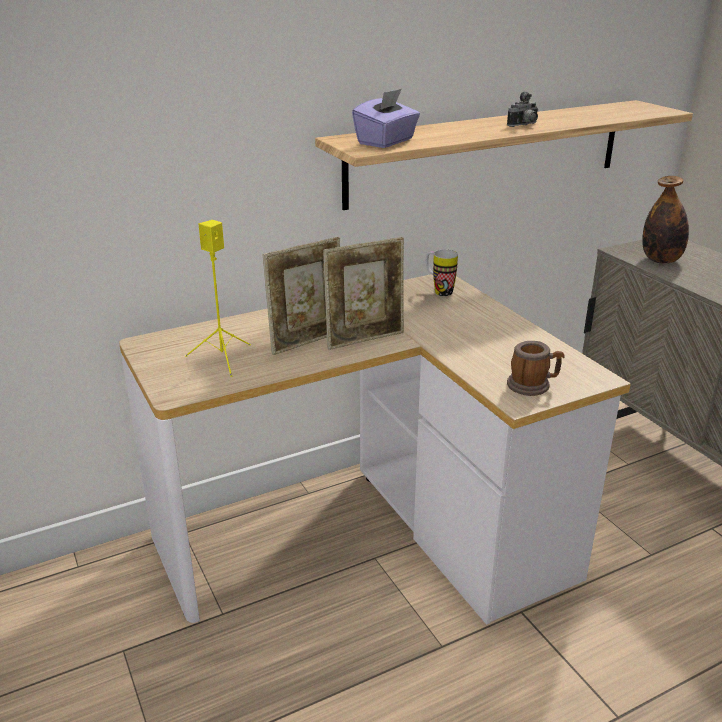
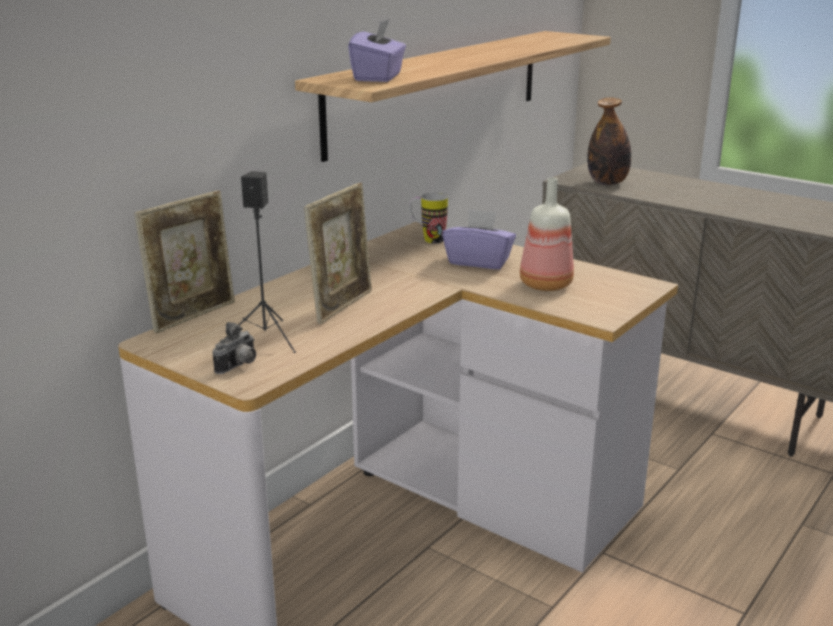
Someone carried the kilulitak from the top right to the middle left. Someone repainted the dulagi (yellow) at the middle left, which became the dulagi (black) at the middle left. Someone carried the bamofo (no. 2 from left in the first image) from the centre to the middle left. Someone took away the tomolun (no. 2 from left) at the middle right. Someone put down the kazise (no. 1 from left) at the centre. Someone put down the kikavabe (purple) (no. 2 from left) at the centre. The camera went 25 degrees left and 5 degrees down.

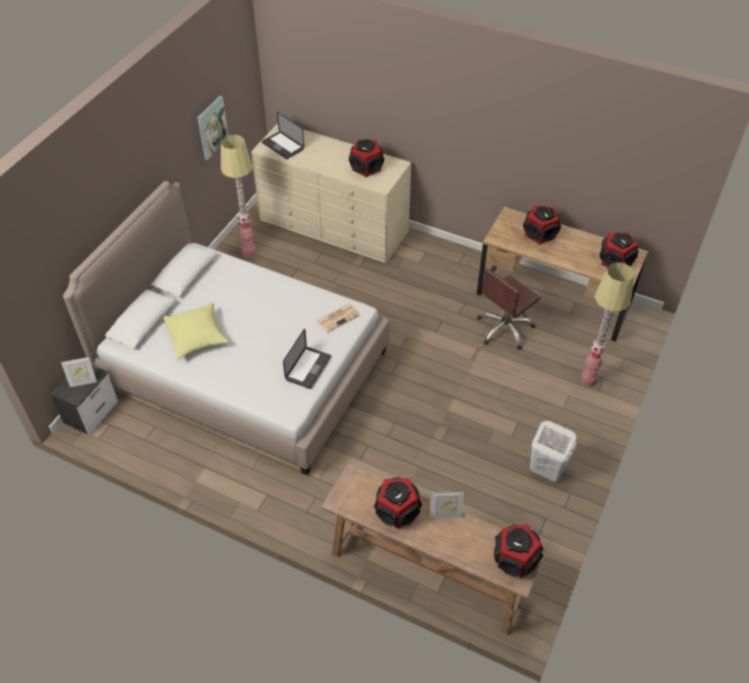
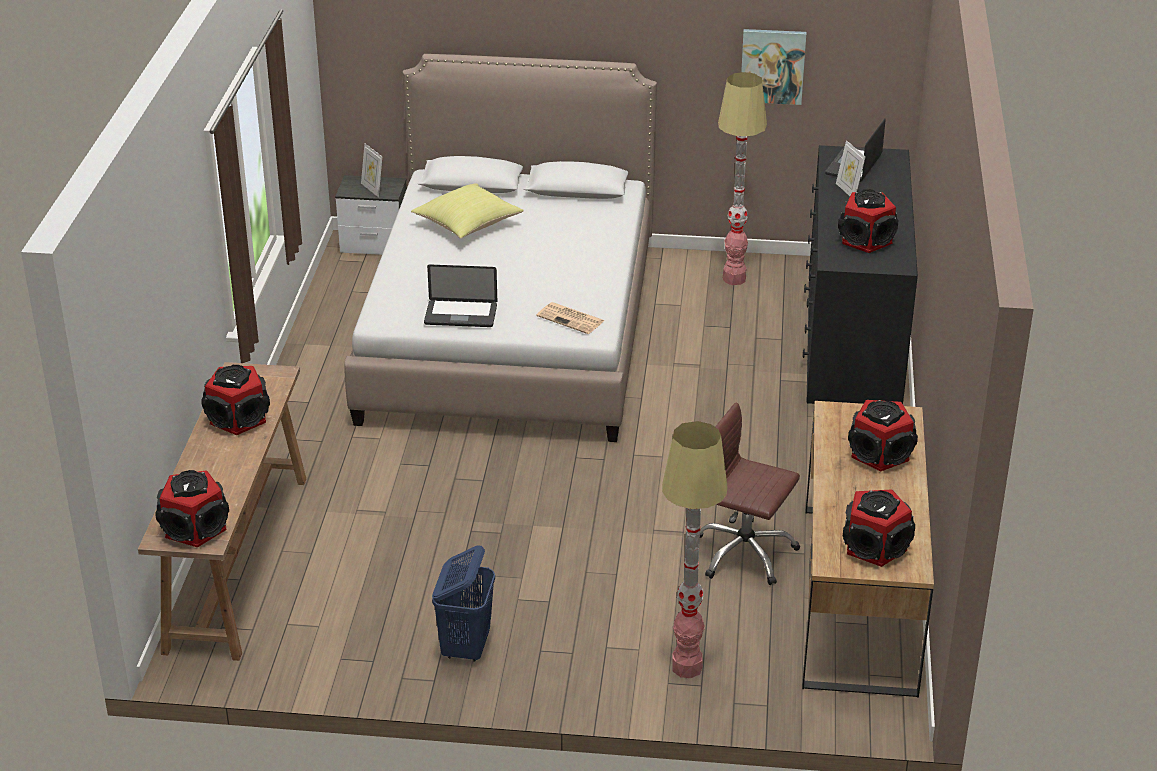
Someone repainted the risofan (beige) at the top centre, which became the risofan (black) at the middle right. Someone repainted the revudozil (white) at the middle right, which became the revudozil (blue) at the bottom centre. Someone carried the bamofo (no. 2 from left) from the bottom centre to the top right. The camera went 70 degrees right and 15 degrees down.

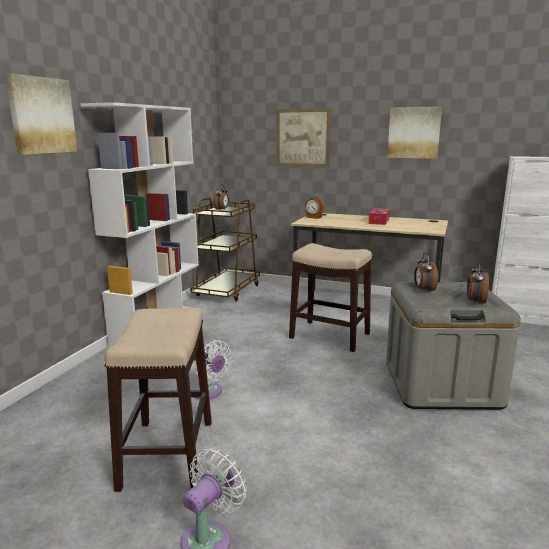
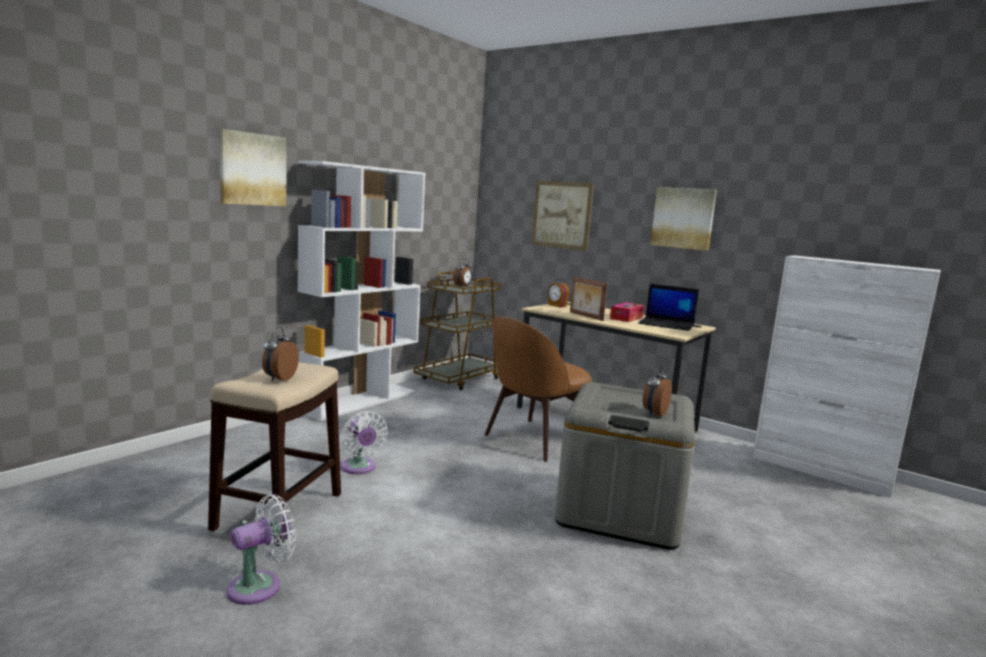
Someone swapped the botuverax (no. 2 from left) at the centre for the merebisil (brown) at the centre. Someone carried the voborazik (no. 3 from left in the first image) from the middle right to the middle left. Someone put down the bamofo at the centre. Someone put down the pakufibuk at the middle right. The camera went 15 degrees right and 5 degrees down.

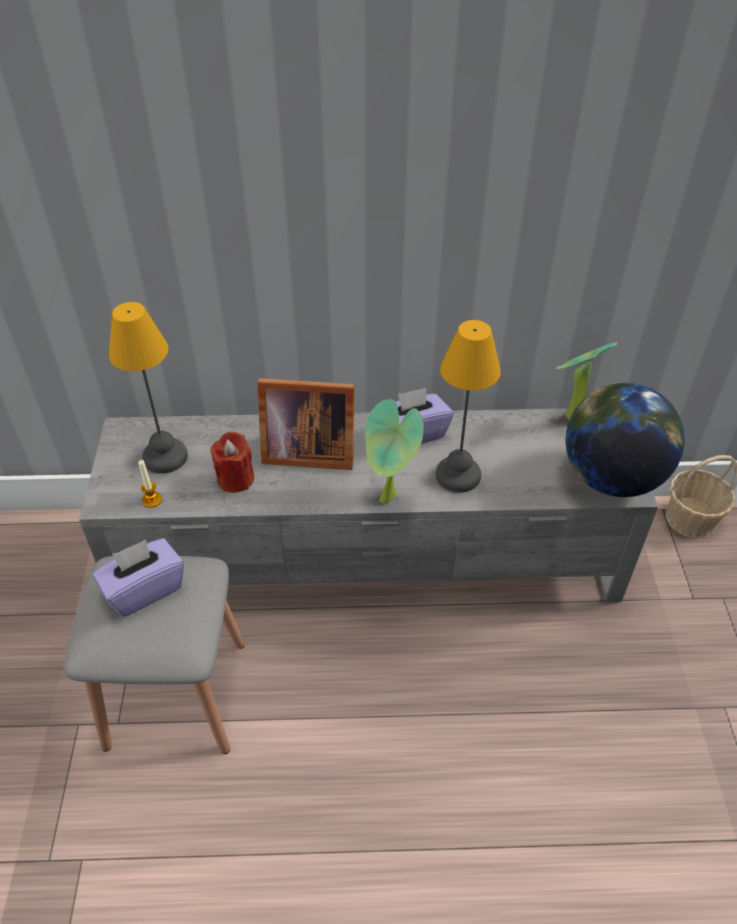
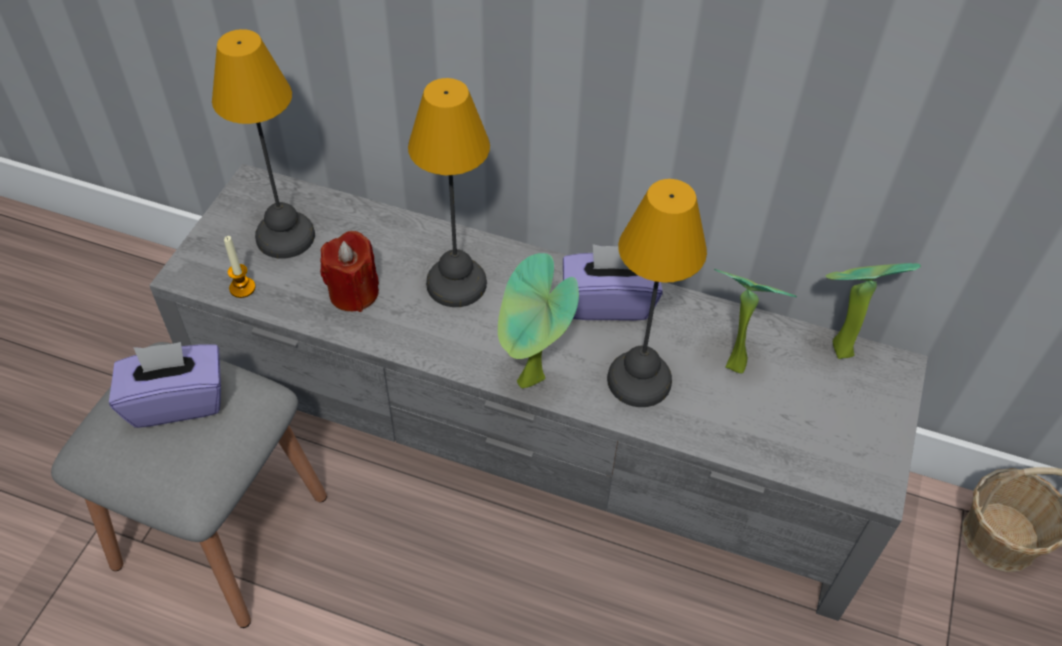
Someone swapped the bamofo at the centre for the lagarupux (no. 2 from left) at the top centre. Someone took away the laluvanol at the middle right. Someone put down the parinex (no. 2 from left) at the middle right. The camera went 20 degrees right and 5 degrees up.

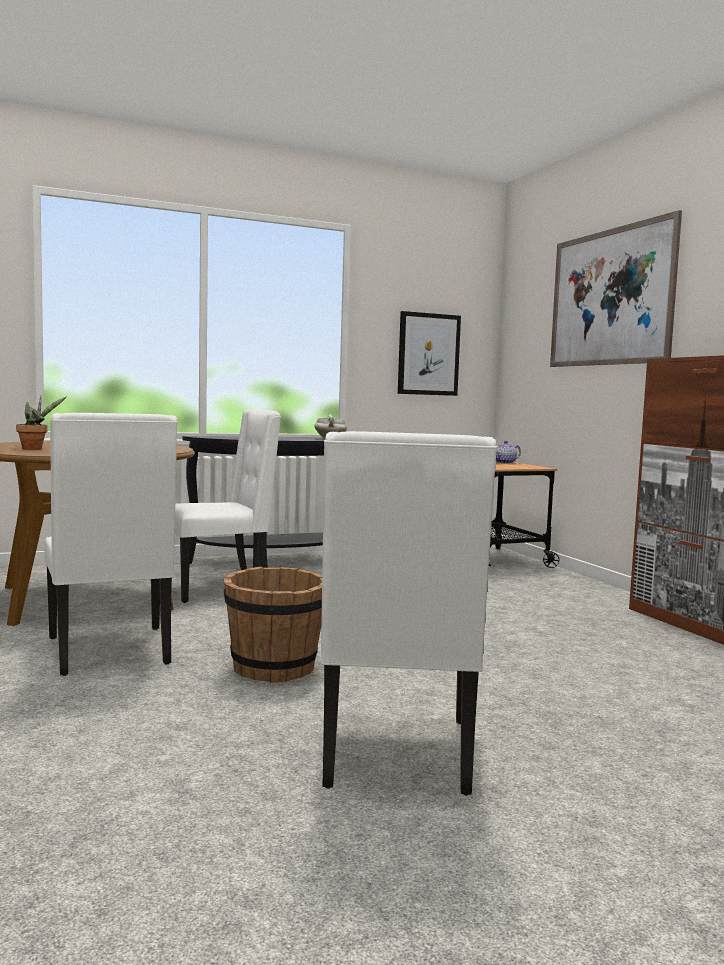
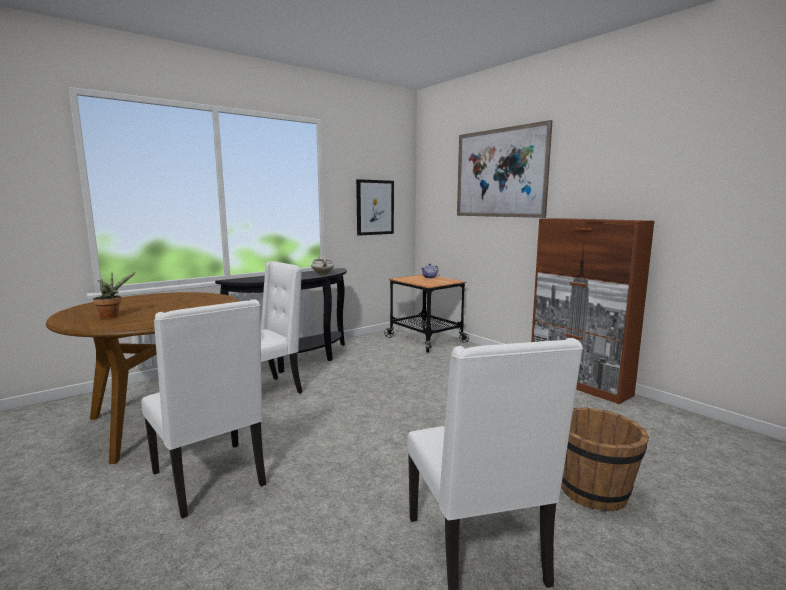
Someone carried the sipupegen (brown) from the centre to the bottom right. The camera went 15 degrees left and 5 degrees up.

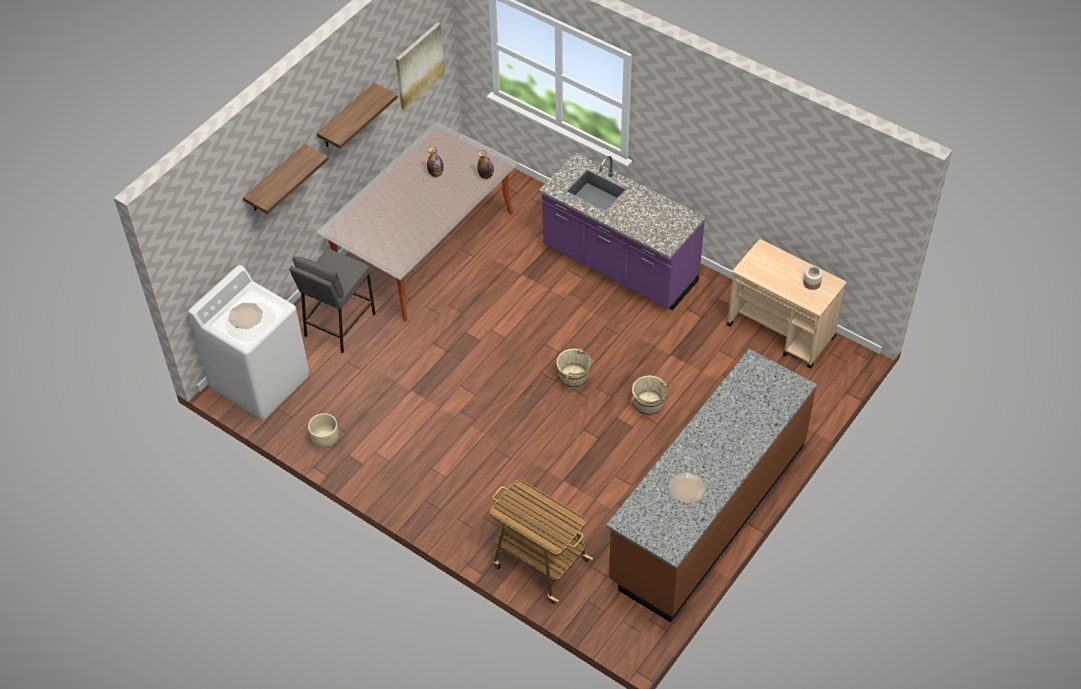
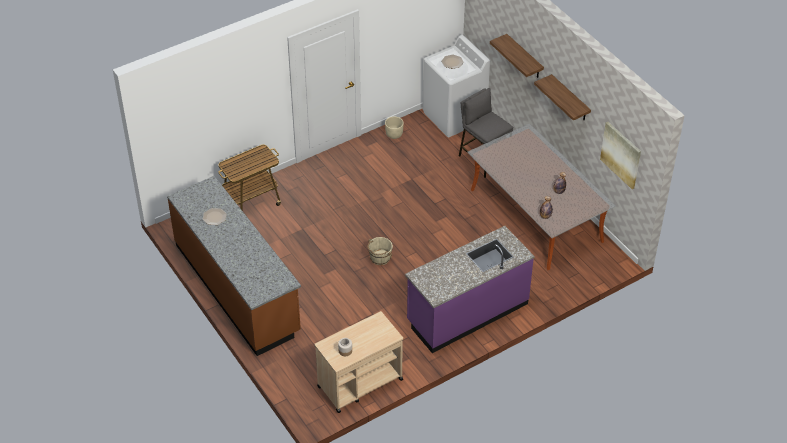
Someone took away the sipupegen (beige) (no. 2 from left) at the centre. The camera went 110 degrees right and 5 degrees down.

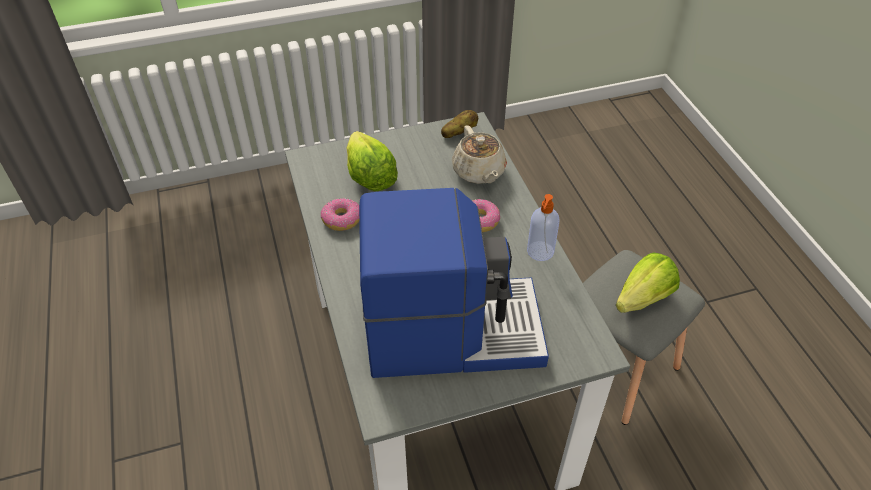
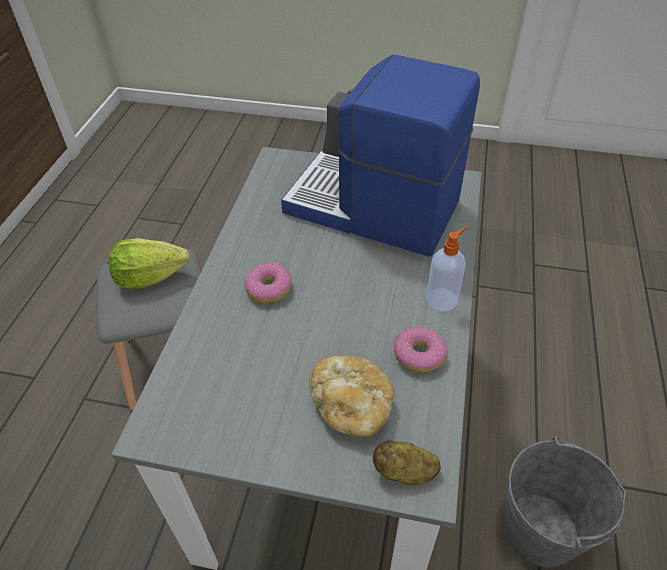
Someone carried the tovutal from the top centre to the bottom centre. Someone took away the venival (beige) at the top centre. Someone swapped the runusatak (no. 1 from left) at the top centre for the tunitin at the bottom centre. Someone carried the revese from the centre to the middle right. Someone put down the sipupegen (grey) at the bottom right. The camera went 150 degrees left and 0 degrees up.

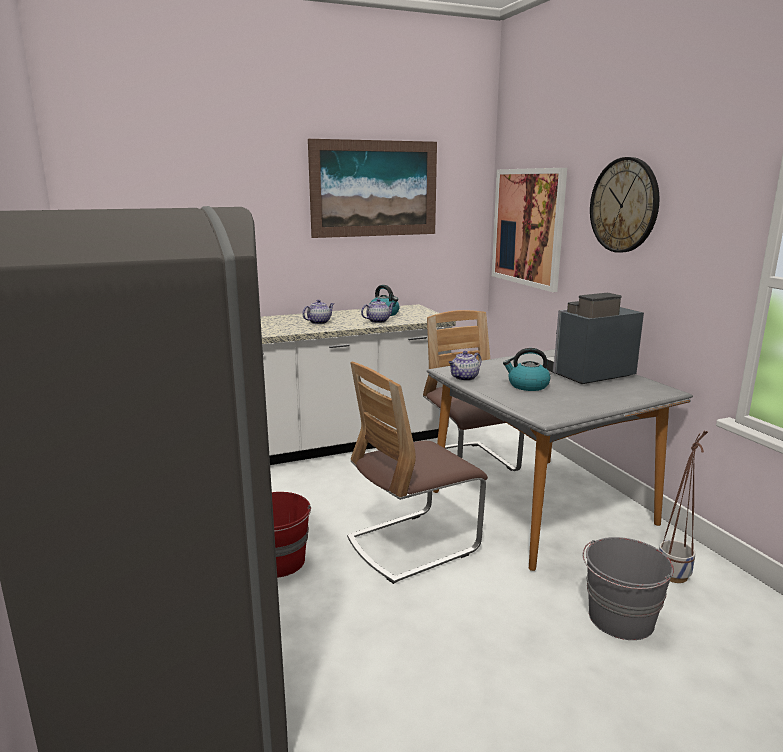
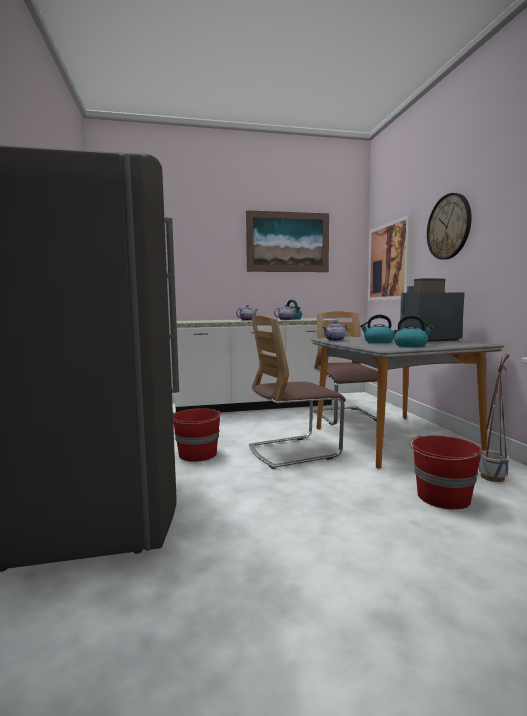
Someone repainted the sipupegen (grey) at the bottom right, which became the sipupegen (red) (no. 2 from left) at the middle right. Someone put down the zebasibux (no. 3 from left) at the middle right. The camera went 10 degrees right and 10 degrees down.

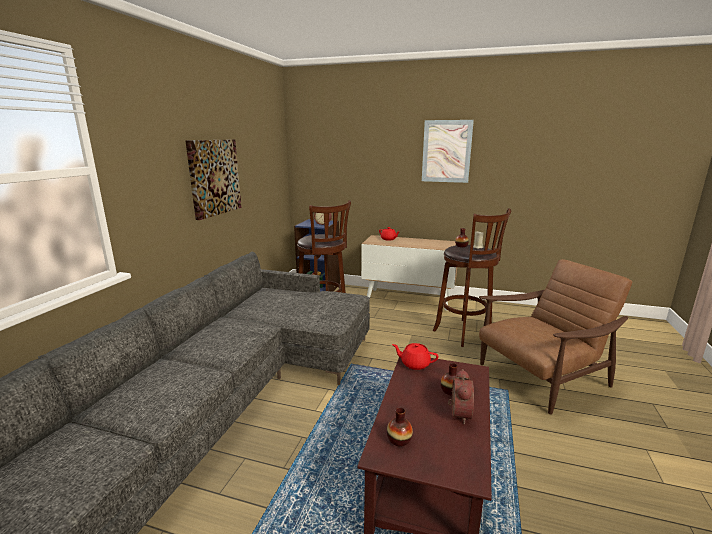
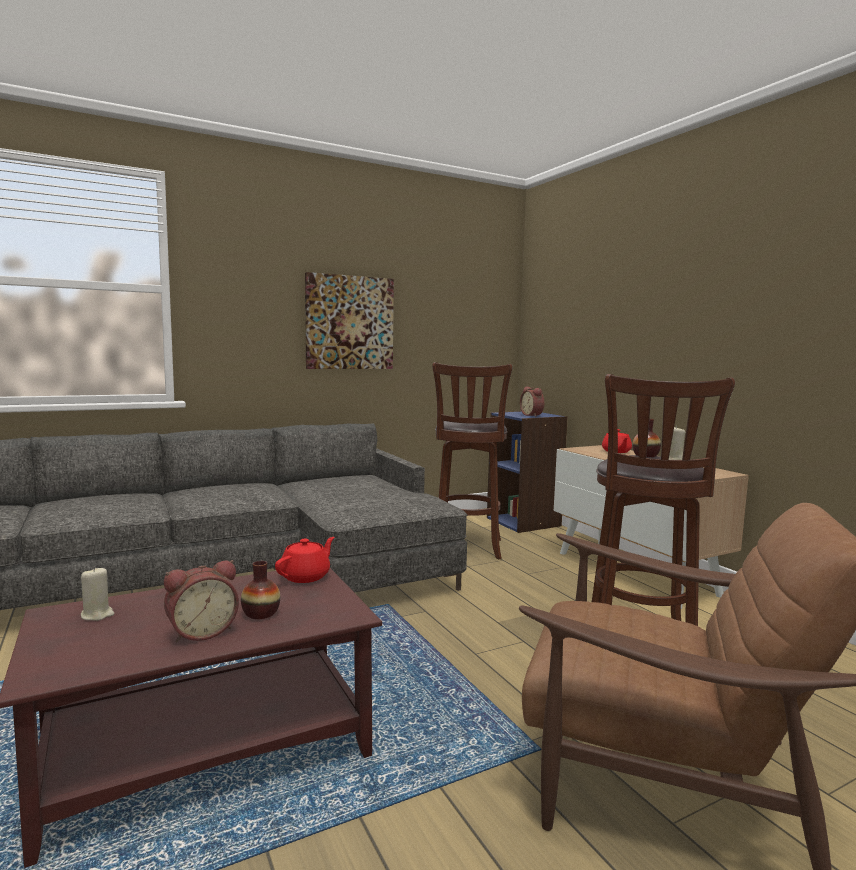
Someone took away the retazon (no. 2 from left) at the top centre. Someone rotated the venival (red) (no. 2 from left in the first image) at the bottom centre by 60 degrees clockwise. Someone swapped the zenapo (no. 1 from left) at the bottom centre for the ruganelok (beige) (no. 1 from left) at the bottom left. The camera went 45 degrees right and 10 degrees down.

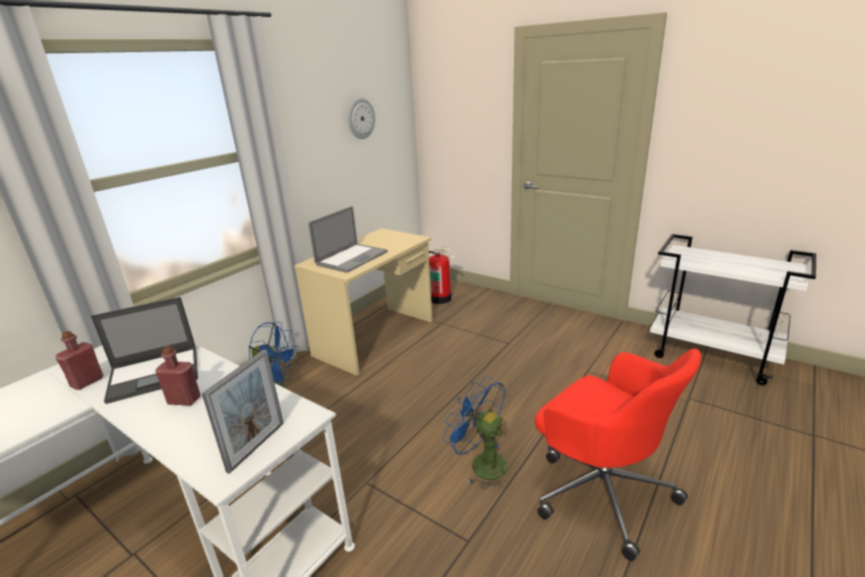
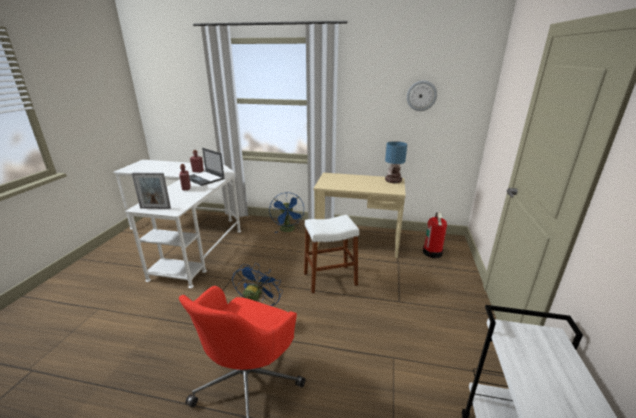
Someone took away the pakufibuk (no. 2 from left) at the centre. Someone put down the lagarupux at the centre. Someone put down the botuverax (white) at the centre. The camera went 65 degrees right and 0 degrees up.

